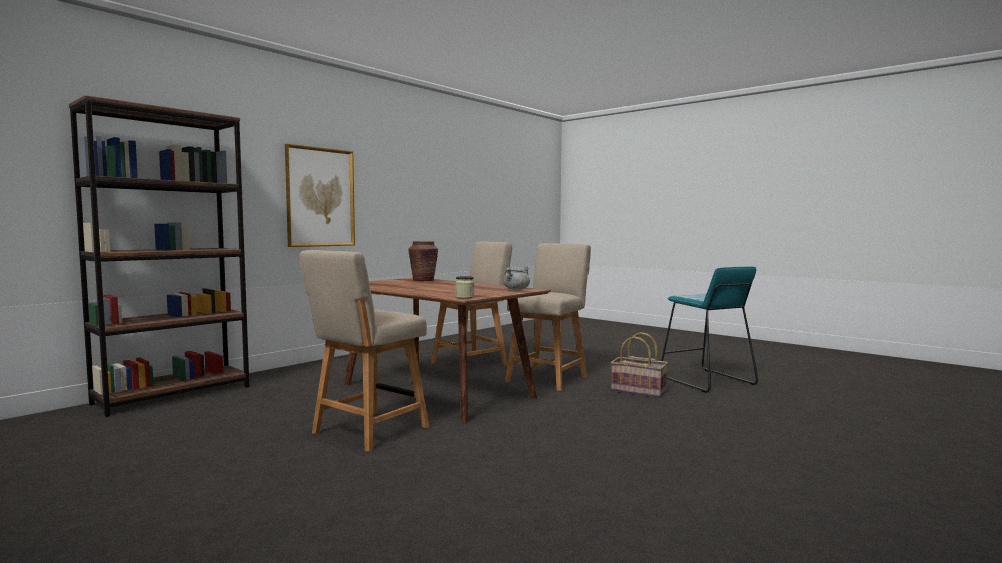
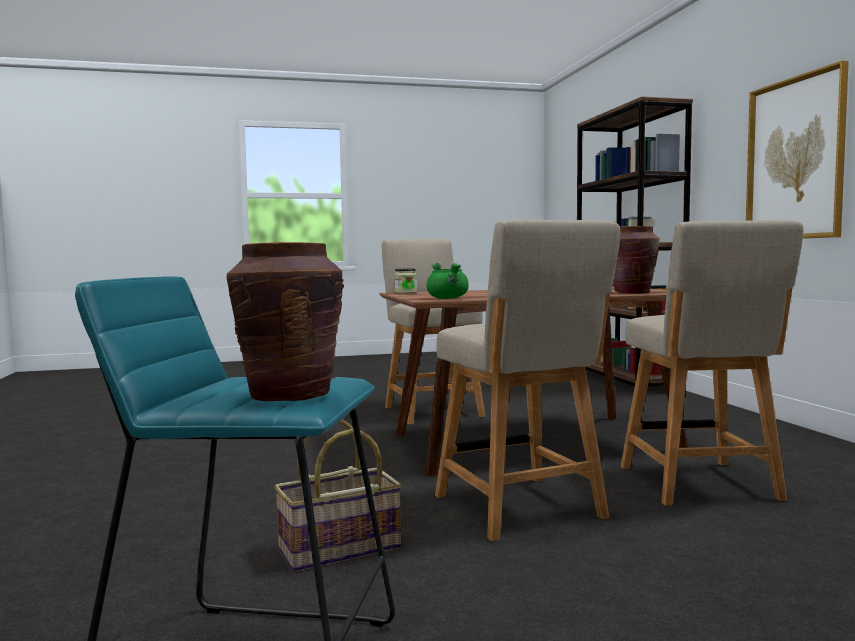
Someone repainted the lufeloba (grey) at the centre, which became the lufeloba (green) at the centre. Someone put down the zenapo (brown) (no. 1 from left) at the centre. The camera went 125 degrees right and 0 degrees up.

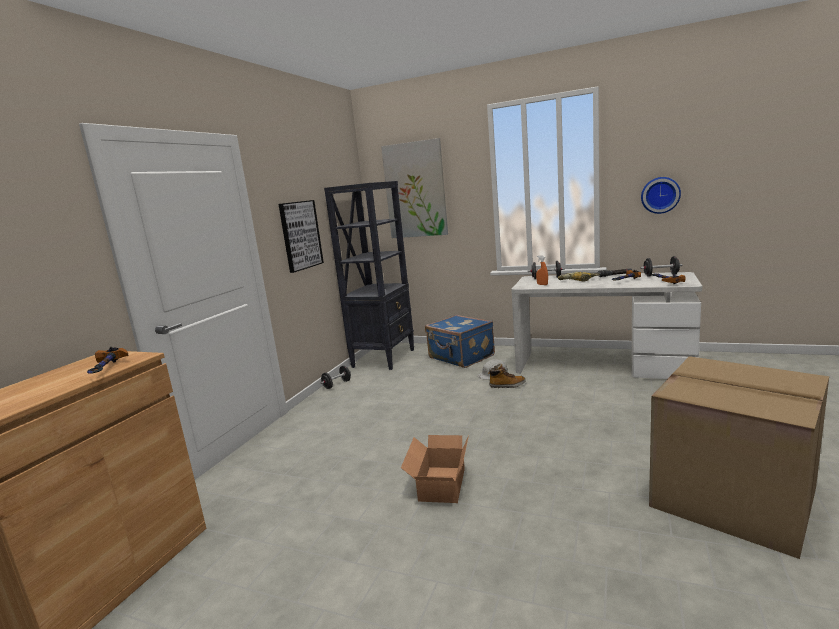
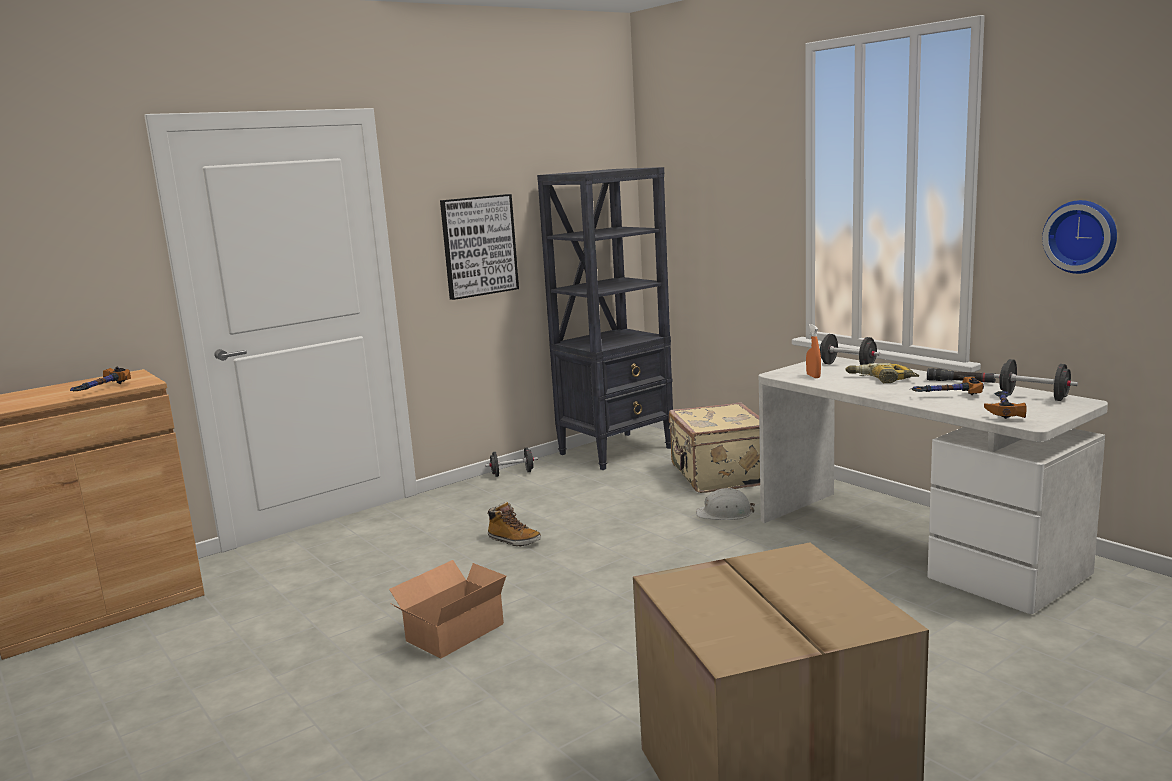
Someone took away the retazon (no. 2 from left) at the top centre. Someone repainted the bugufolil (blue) at the centre, which became the bugufolil (beige) at the centre. Someone carried the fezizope from the centre to the bottom centre. The camera went 30 degrees right and 0 degrees up.

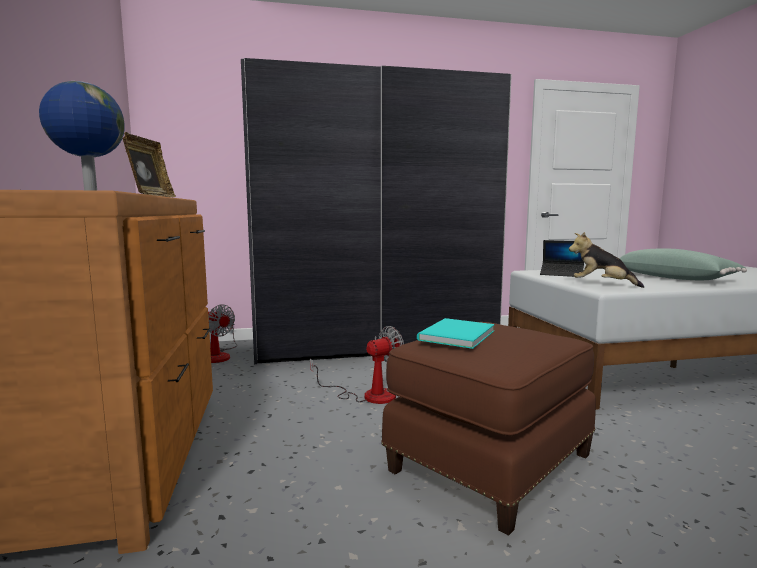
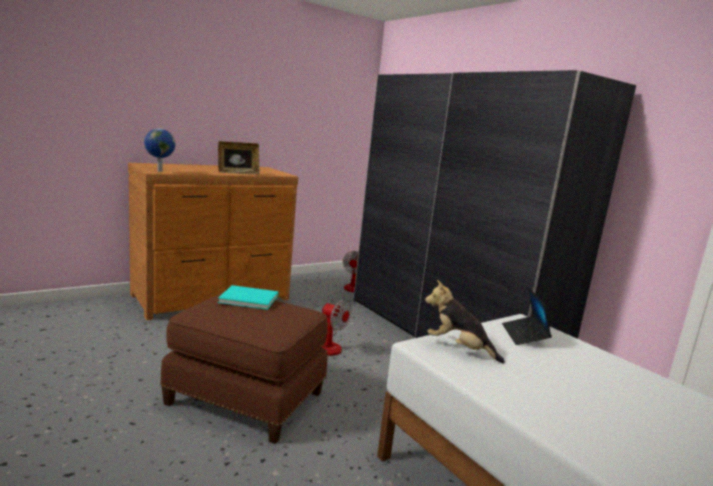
Someone rotated the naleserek at the middle right by 60 degrees counterclockwise. Someone took away the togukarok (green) at the middle right. The camera went 65 degrees right and 5 degrees up.

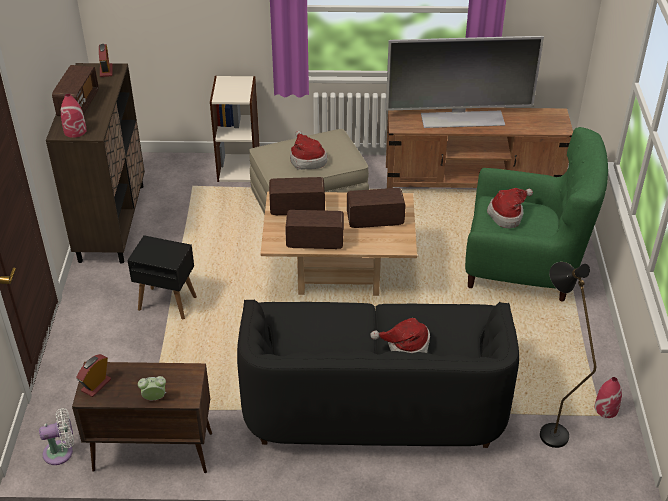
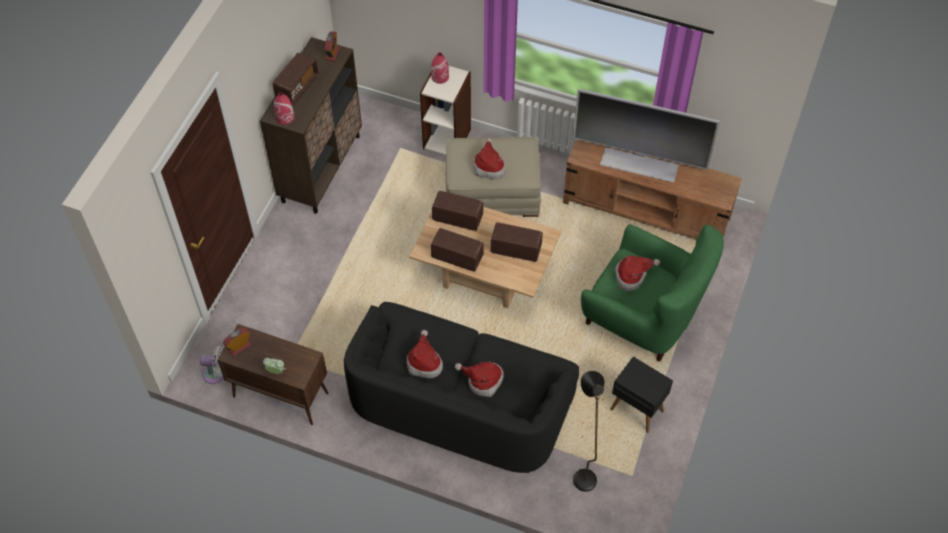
Someone carried the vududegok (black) from the middle left to the bottom right. Someone carried the zenapo (red) (no. 2 from left) from the bottom right to the top centre. Someone put down the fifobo (no. 1 from left) at the centre. The camera went 20 degrees right and 15 degrees up.

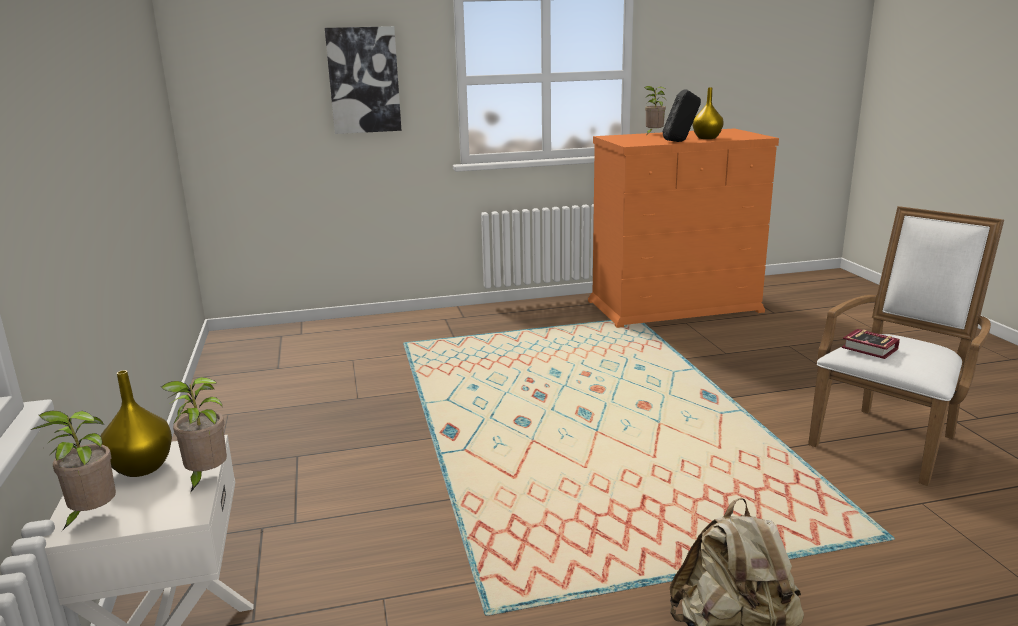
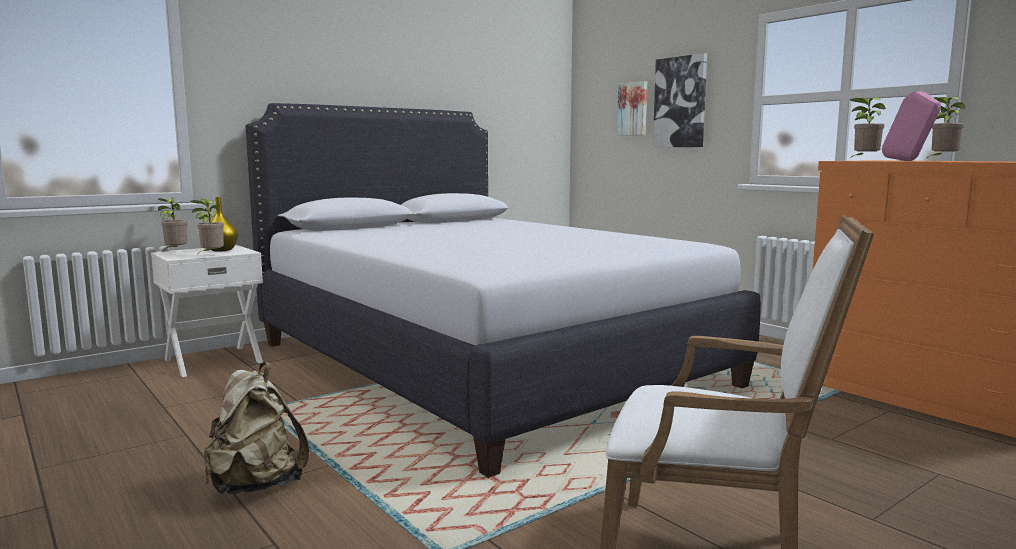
Someone took away the zenapo (yellow) (no. 2 from left) at the top right. Someone repainted the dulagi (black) at the top right, which became the dulagi (pink) at the top right. Someone took away the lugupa at the middle right. Someone put up the retazon (no. 1 from left) at the top centre. Someone put down the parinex (no. 3 from left) at the top right. Someone put down the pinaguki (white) at the centre. The camera went 65 degrees right and 10 degrees down.

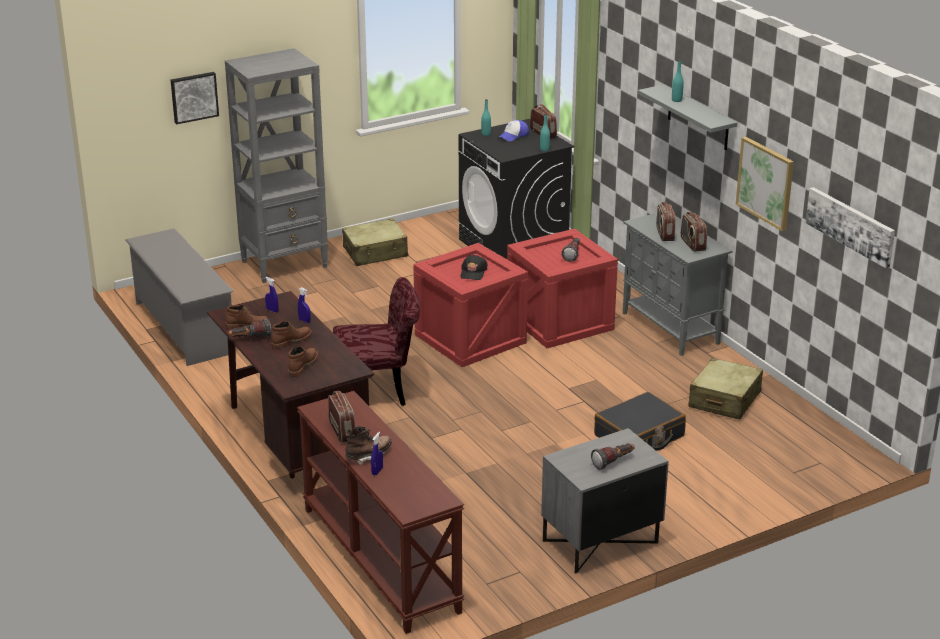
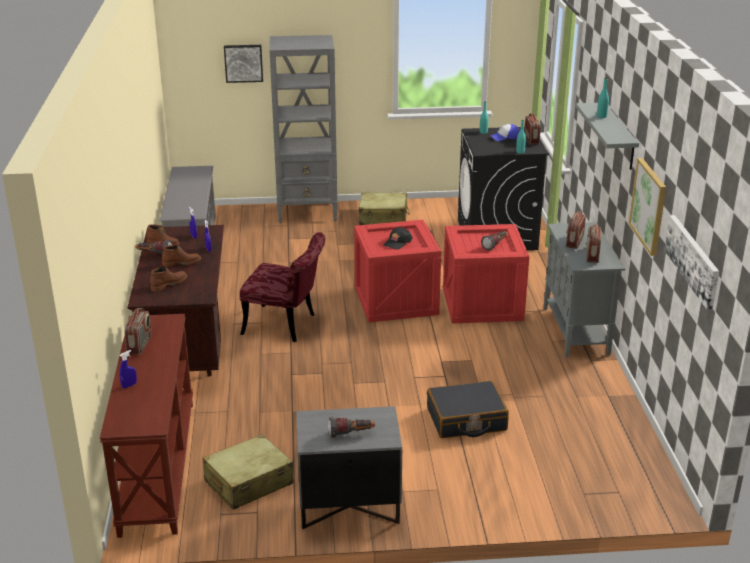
Someone carried the bugufolil (beige) (no. 2 from left in the first image) from the middle right to the bottom left. Someone took away the fezizope (brown) (no. 4 from left) at the bottom centre. The camera went 25 degrees right and 0 degrees up.

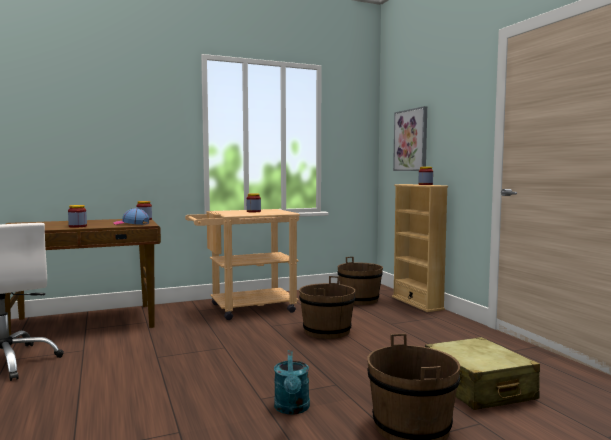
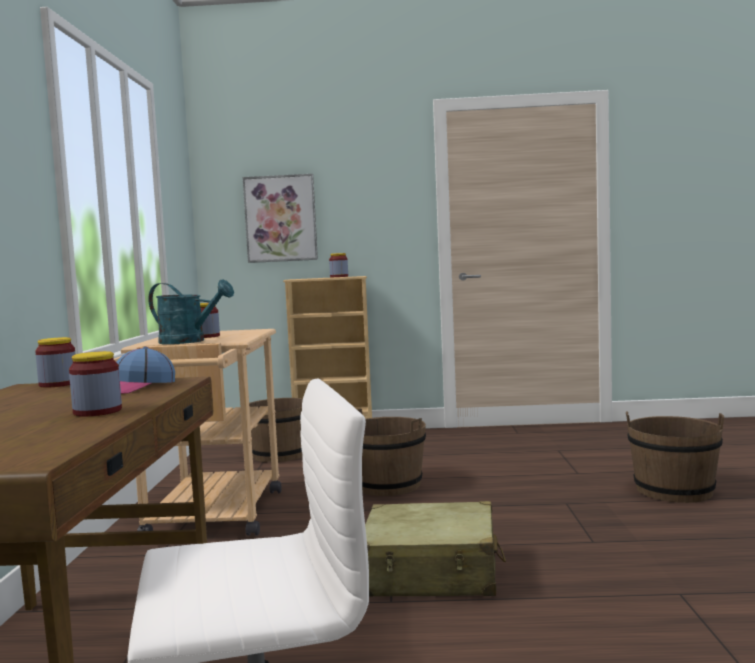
Someone carried the bugufolil (beige) from the bottom right to the bottom centre. Someone carried the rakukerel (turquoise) from the bottom centre to the middle left. The camera went 65 degrees left and 0 degrees up.

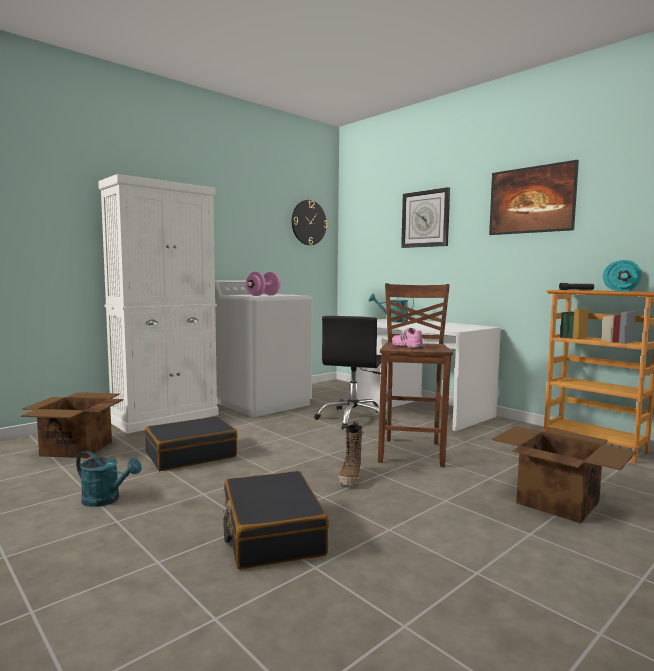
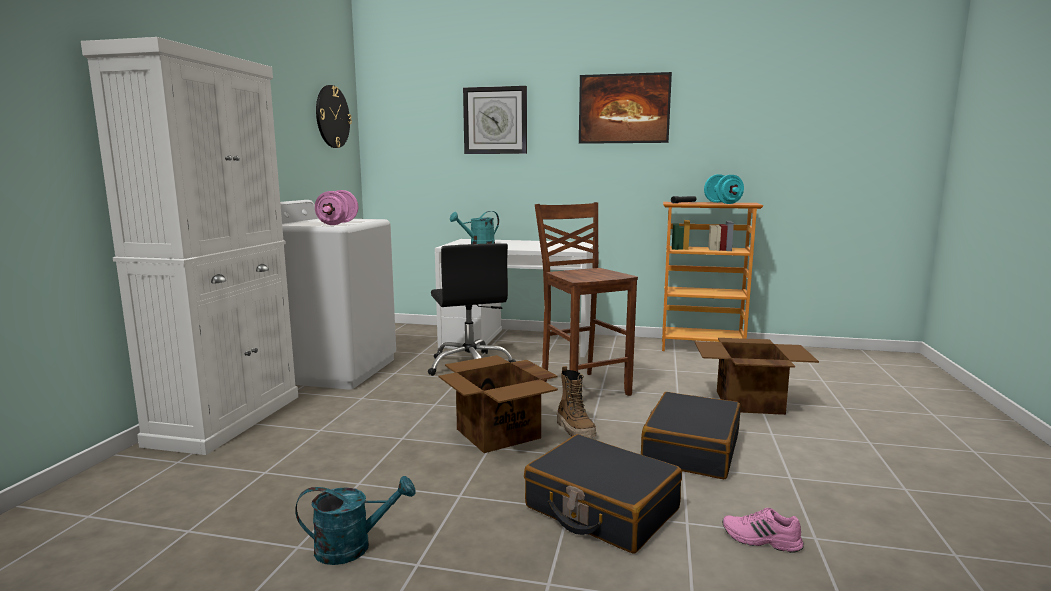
Someone carried the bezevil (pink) from the centre to the bottom right. Someone carried the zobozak (no. 1 from left) from the middle left to the bottom centre. Someone carried the bugufolil (black) (no. 1 from left in the first image) from the middle left to the bottom centre. The camera went 35 degrees left and 5 degrees up.

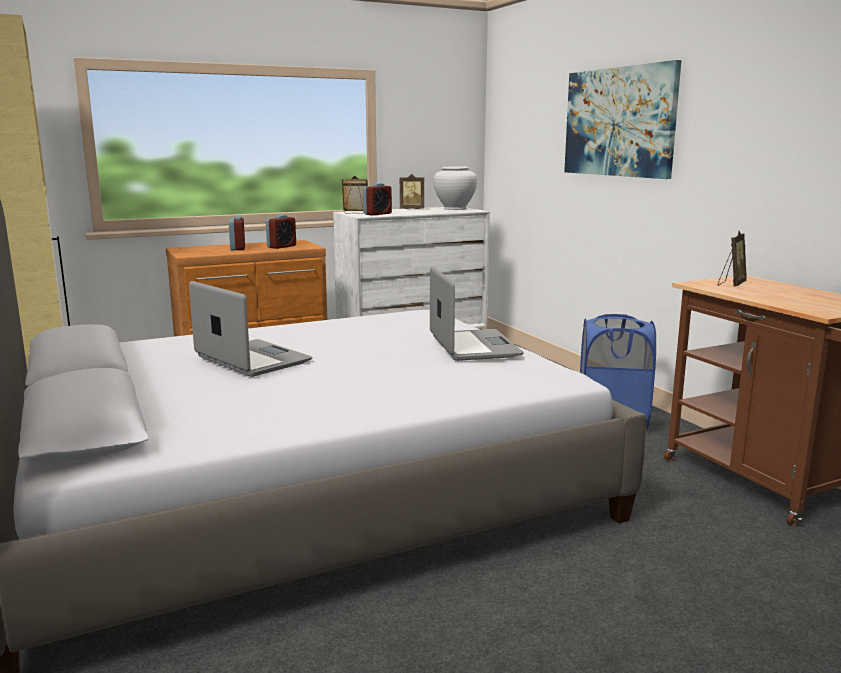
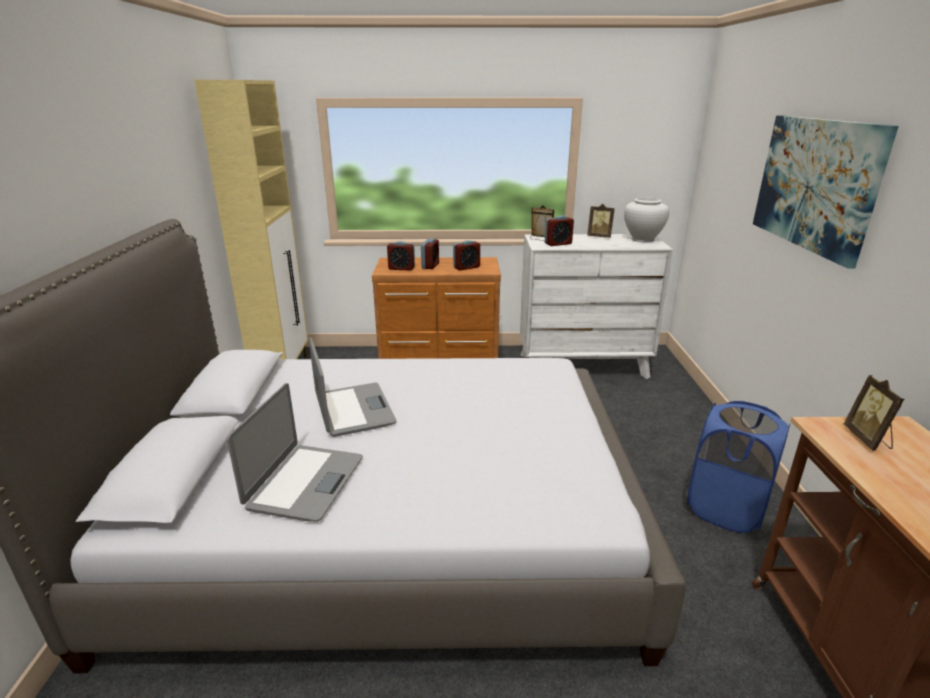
Someone rotated the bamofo (no. 3 from left) at the middle right by 120 degrees clockwise. Someone carried the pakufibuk (no. 2 from left in the first image) from the centre to the middle left. Someone put down the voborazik (no. 1 from left) at the centre. The camera went 25 degrees right and 10 degrees up.

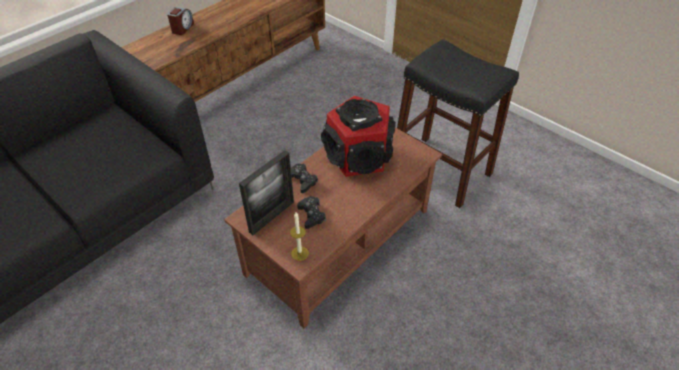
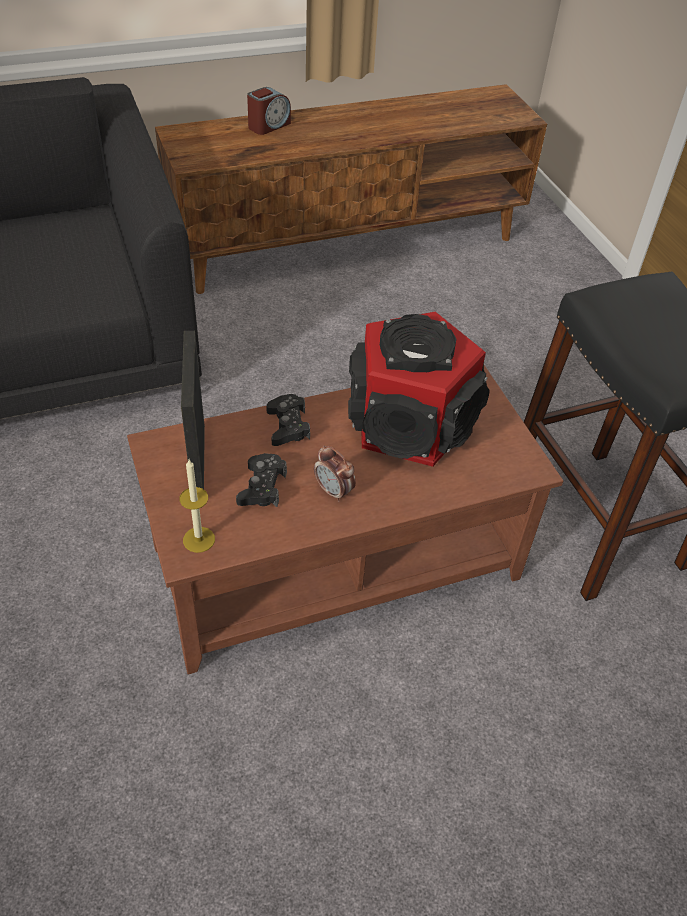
Someone rotated the bamofo at the centre by 105 degrees clockwise. Someone put down the voborazik (no. 2 from left) at the centre. The camera went 25 degrees right and 0 degrees up.

